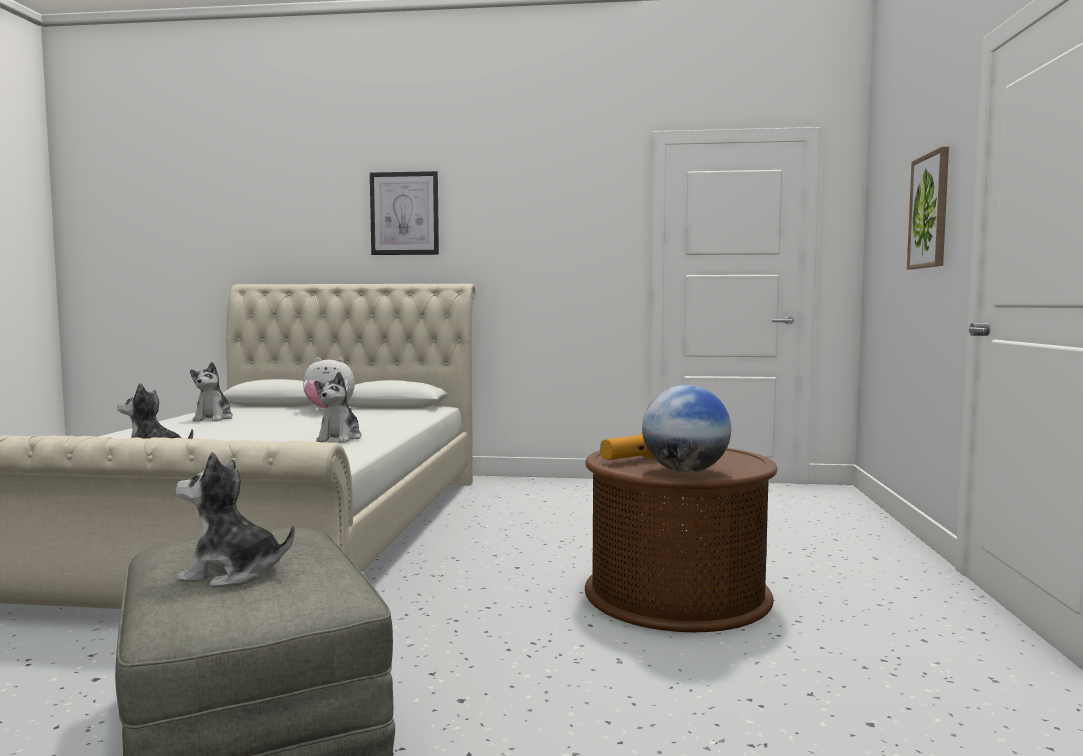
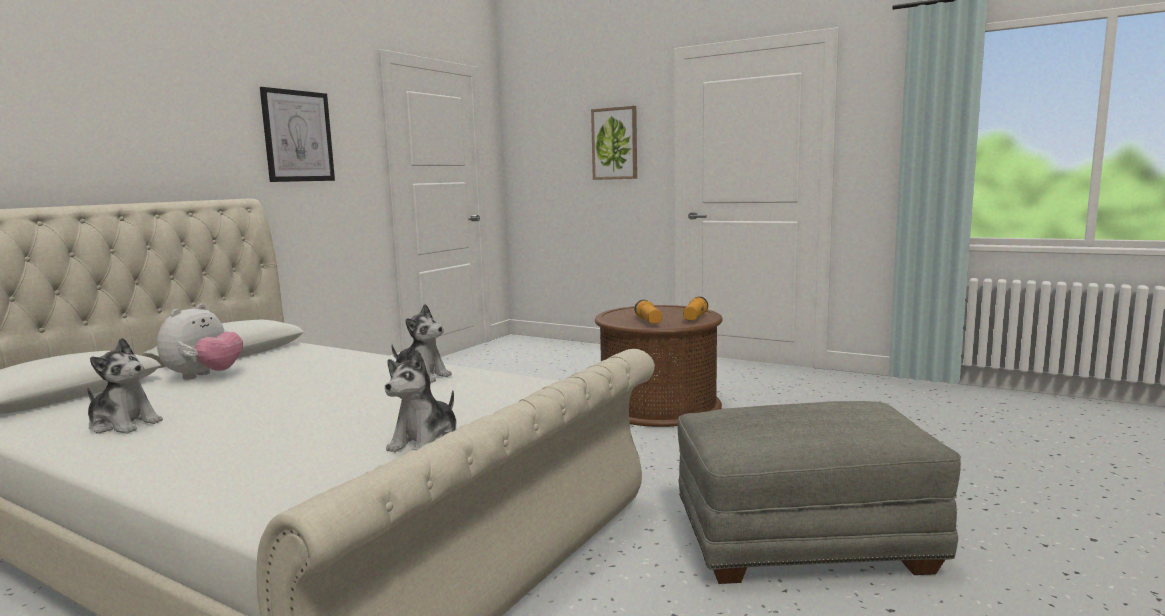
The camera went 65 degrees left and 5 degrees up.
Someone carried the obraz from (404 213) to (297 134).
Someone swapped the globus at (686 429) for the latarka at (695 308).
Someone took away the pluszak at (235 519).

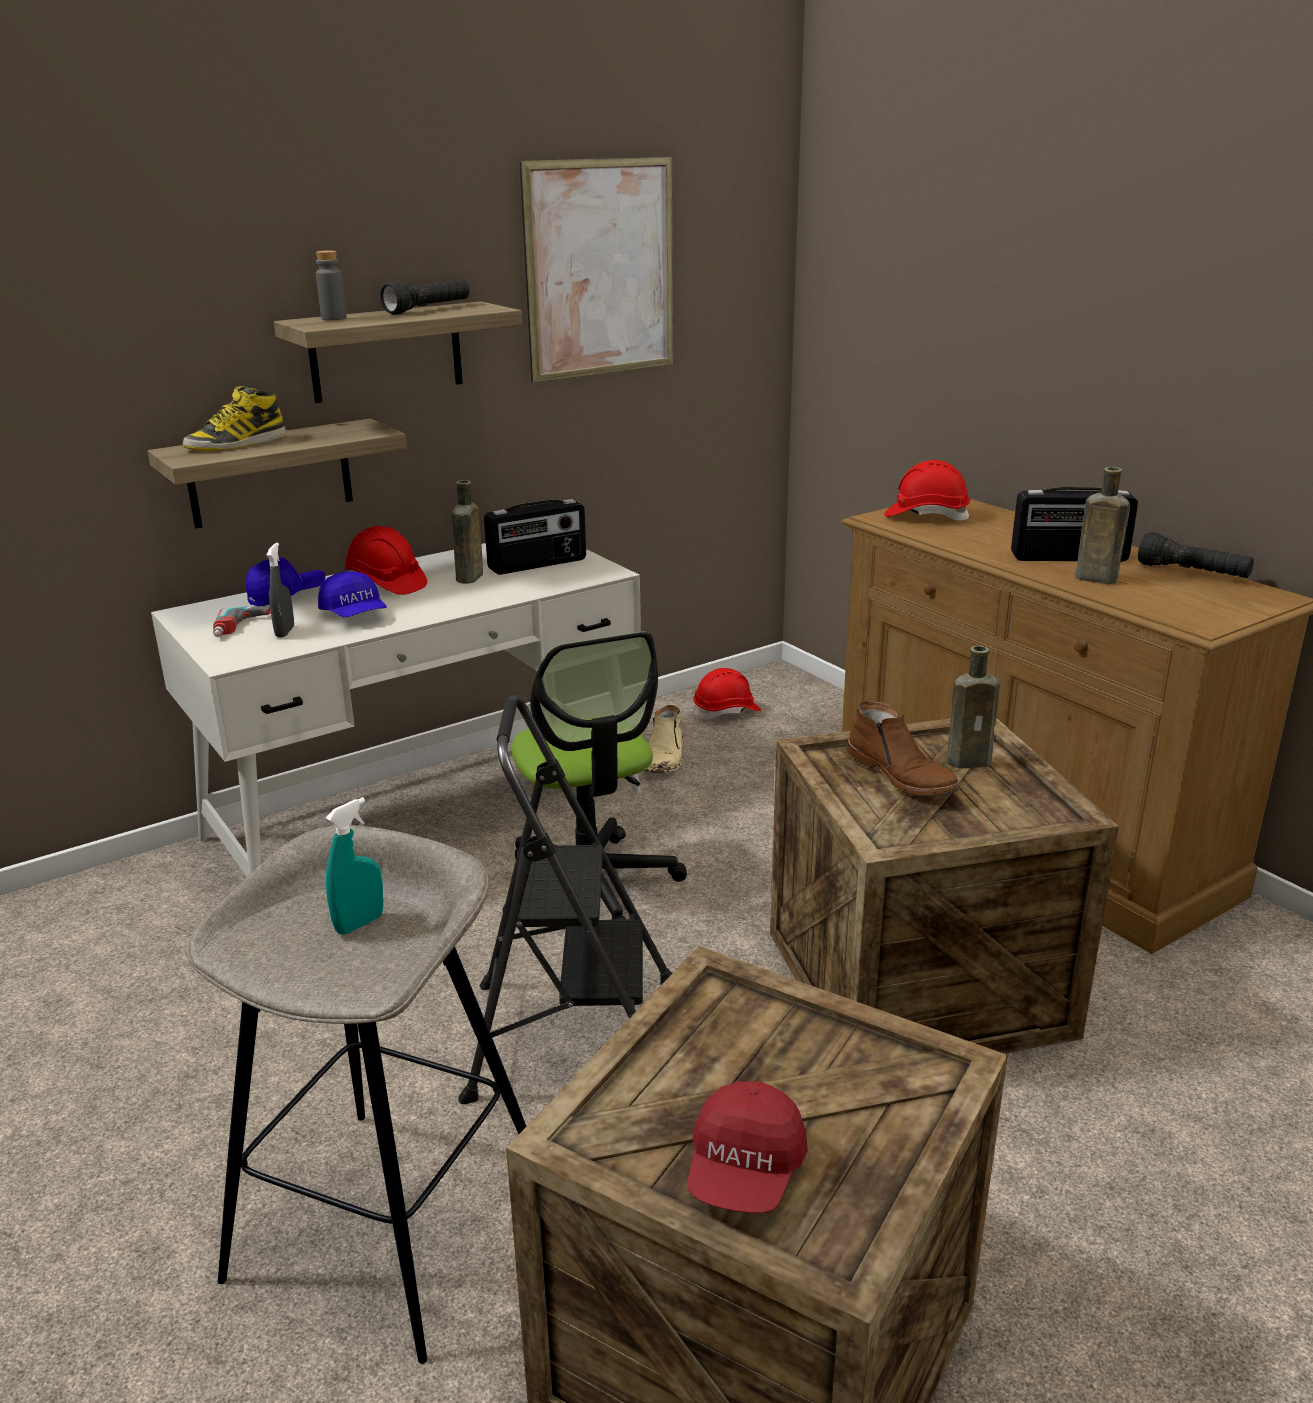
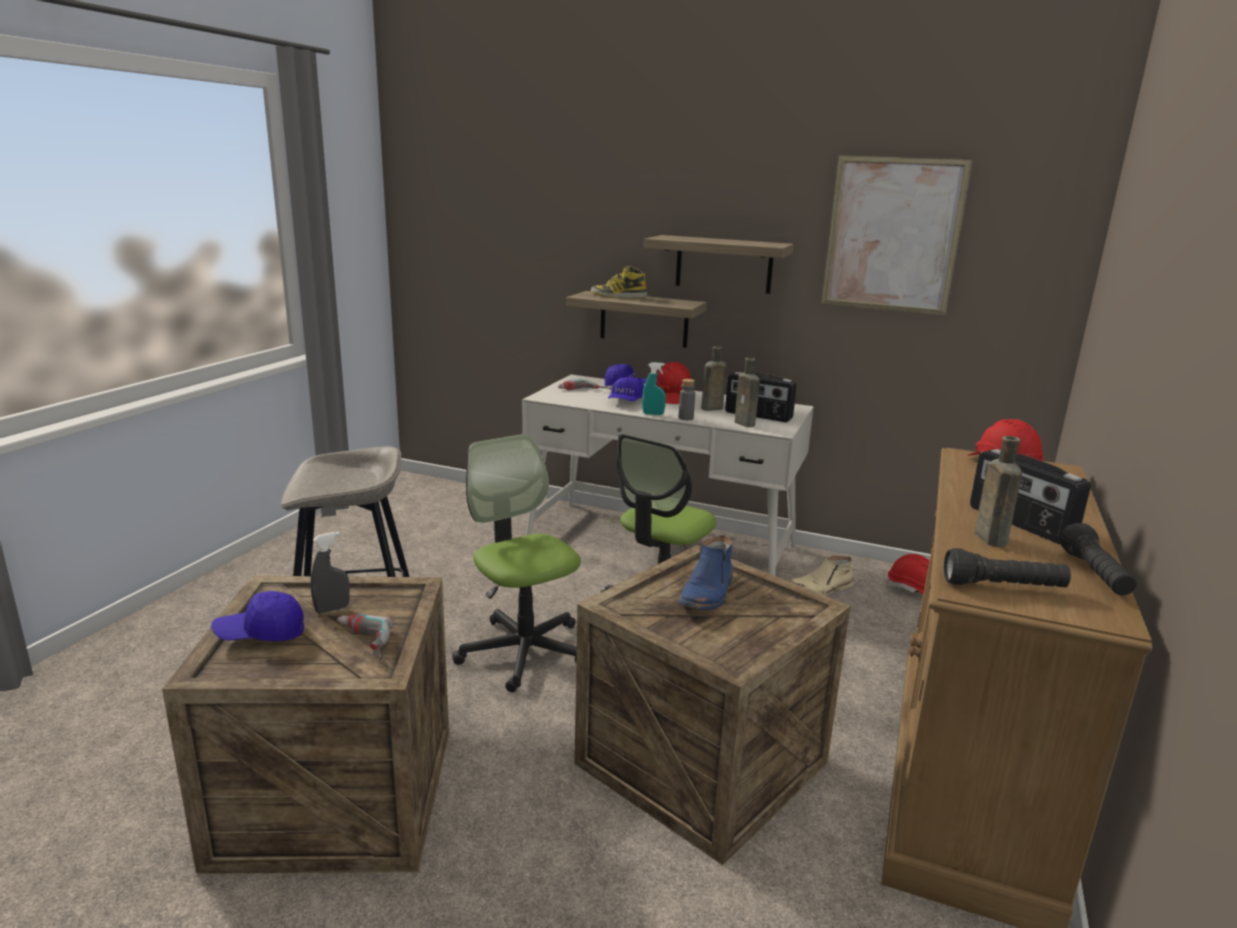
The camera went 55 degrees right and 5 degrees down.
Someone repainted the czapka z daszkiem (czerwony) at (748 1147), which became the czapka z daszkiem (niebieski) at (257 616).
Someone carried the spryskiwacz (szary) from (280 590) to (330 572).
Someone put down the wiertarka at (365 637).
Someone swapped the drabinka (czarny) at (565 899) for the krzesło biurowe at (516 563).
Someone carried the spryskiwacz (turkusowy) from (354 866) to (654 388).
Someone repainted the but z cholewką (brązowy) at (903 748), which became the but z cholewką (niebieski) at (705 572).
Someone carried the butelka (szary) from (331 285) to (687 399).
Someone carried the butelka (brązowy) from (973 707) to (747 392).
Someone carried the latarka (czarny) from (425 297) to (1007 567).

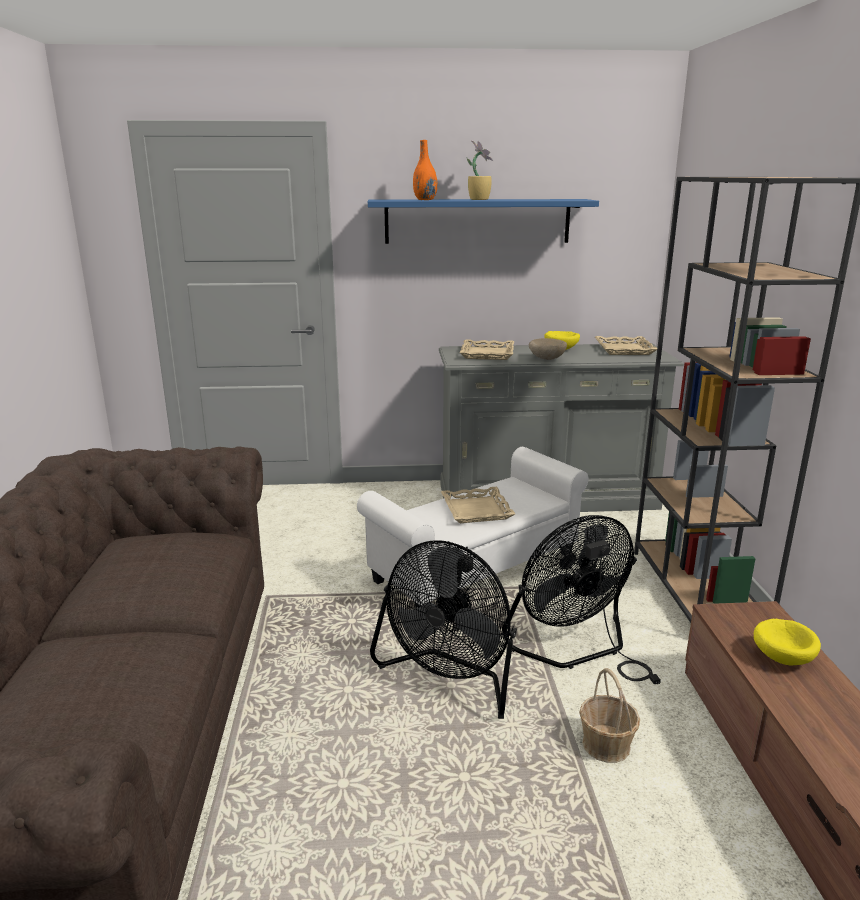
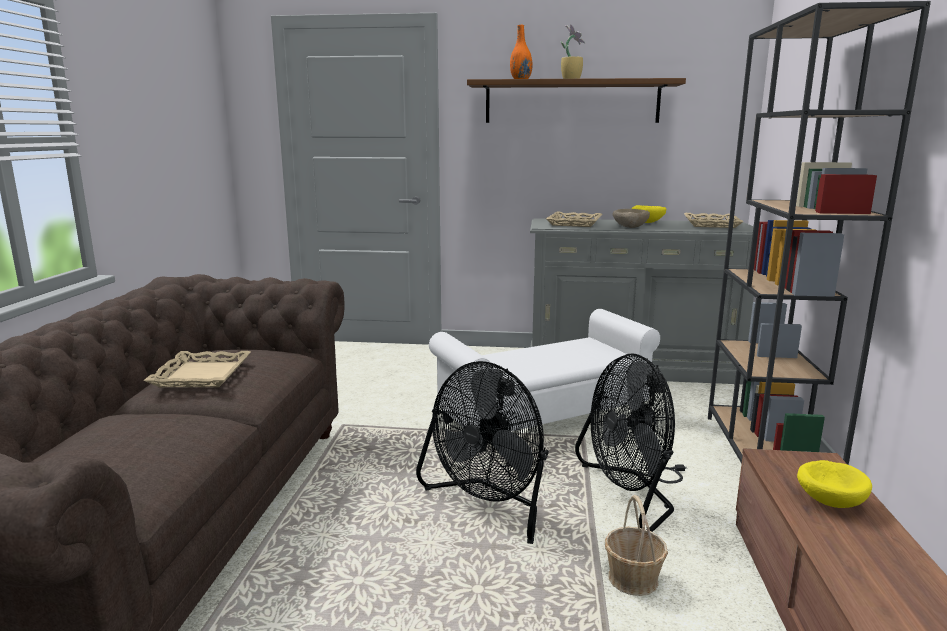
The camera went 10 degrees right and 5 degrees down.
Someone carried the taca (beżowy) from (478 505) to (197 369).
Someone repainted the półka (niebieski) at (483 221), which became the półka (brązowy) at (576 100).
Someone rotated the wentylator (czarny) at (582 600) by 90 degrees counterclockwise.

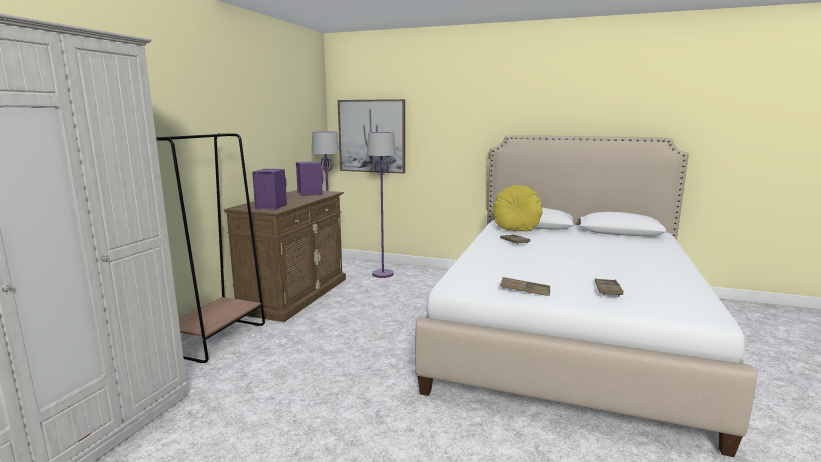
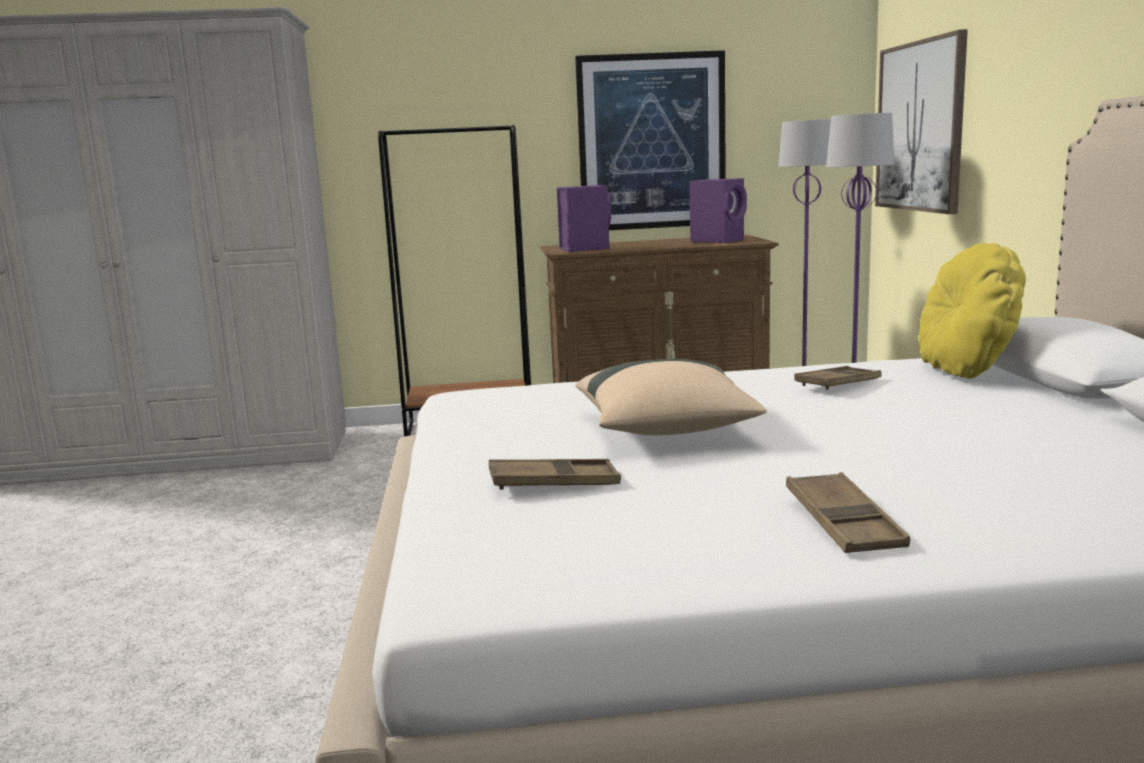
The camera went 65 degrees right and 0 degrees up.
Someone put up the obraz at (650 140).
Someone put down the poduszka (beżowy) at (671 397).
Someone carried the taca (brązowy) from (525 286) to (848 512).

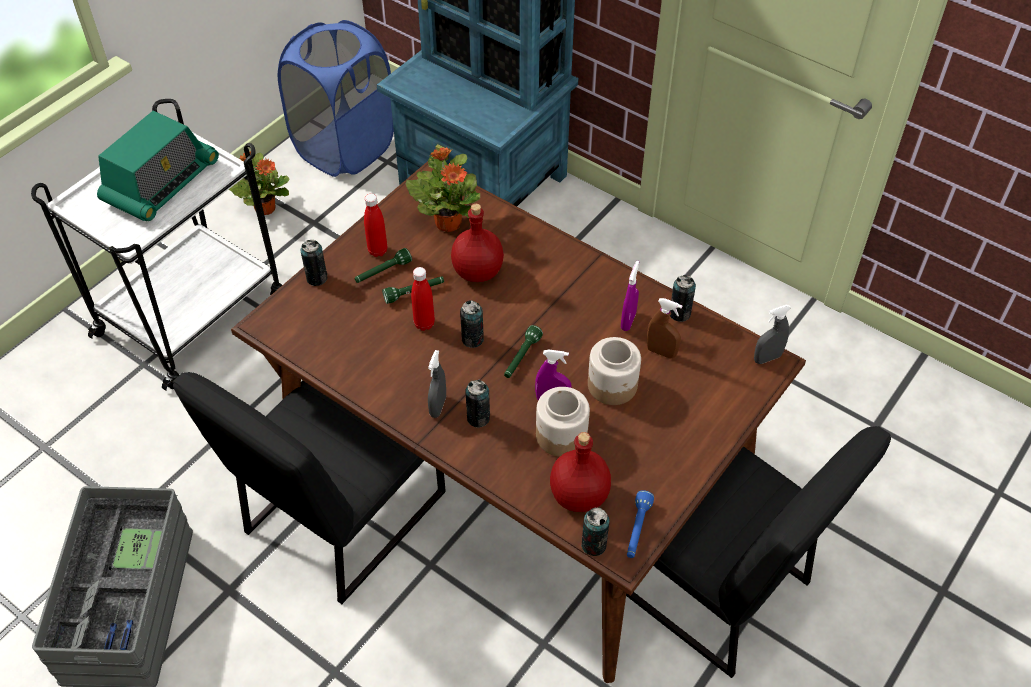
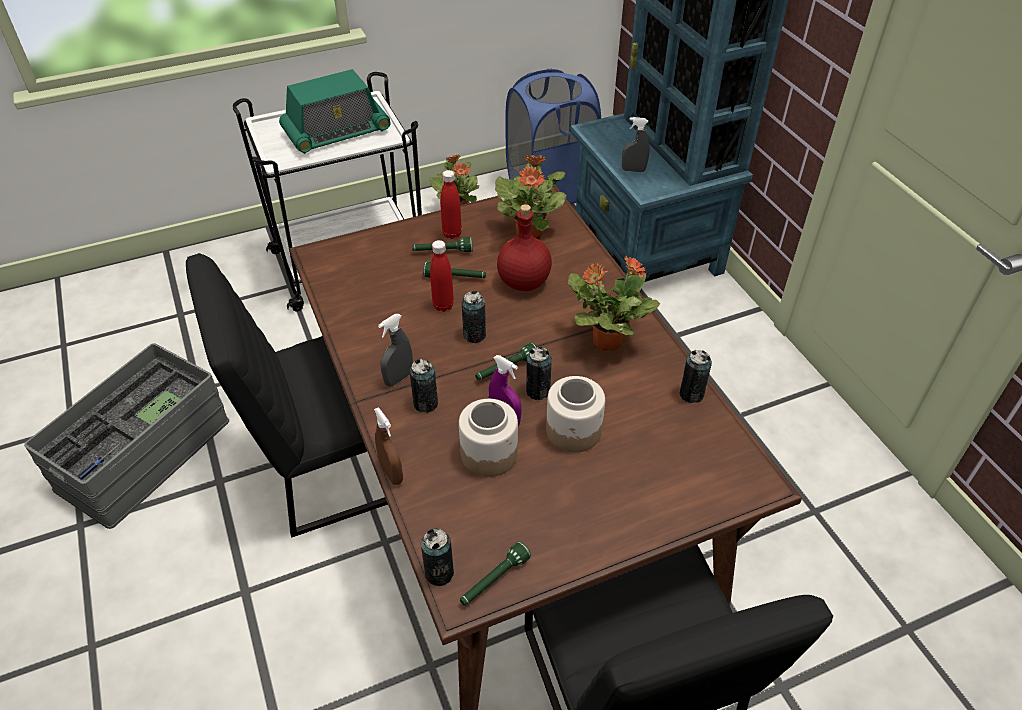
The camera went 30 degrees right and 5 degrees down.
Someone carried the spryskiwacz (brązowy) from (664 328) to (388 446).
Someone repainted the latarka (niebieski) at (640 524), which became the latarka (zielony) at (495 573).
Someone carried the puszka from (314 263) to (539 373).
Someone put down the roślina doniczkowa at (614 303).
Someone carried the spryskiwacz (szary) from (772 334) to (636 144).
Someone took away the butelka (czerwony) at (580 472).
Someone took away the spryskiwacz (fioletowy) at (630 296).

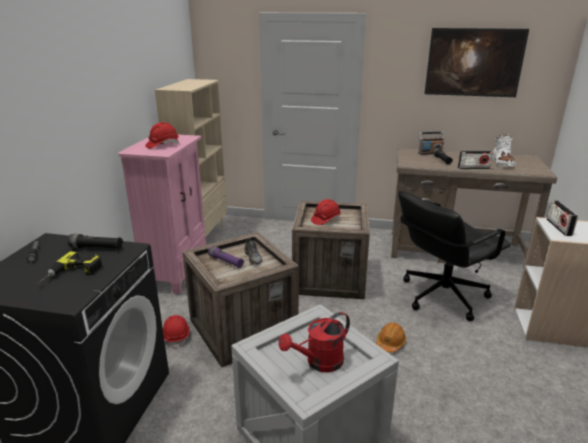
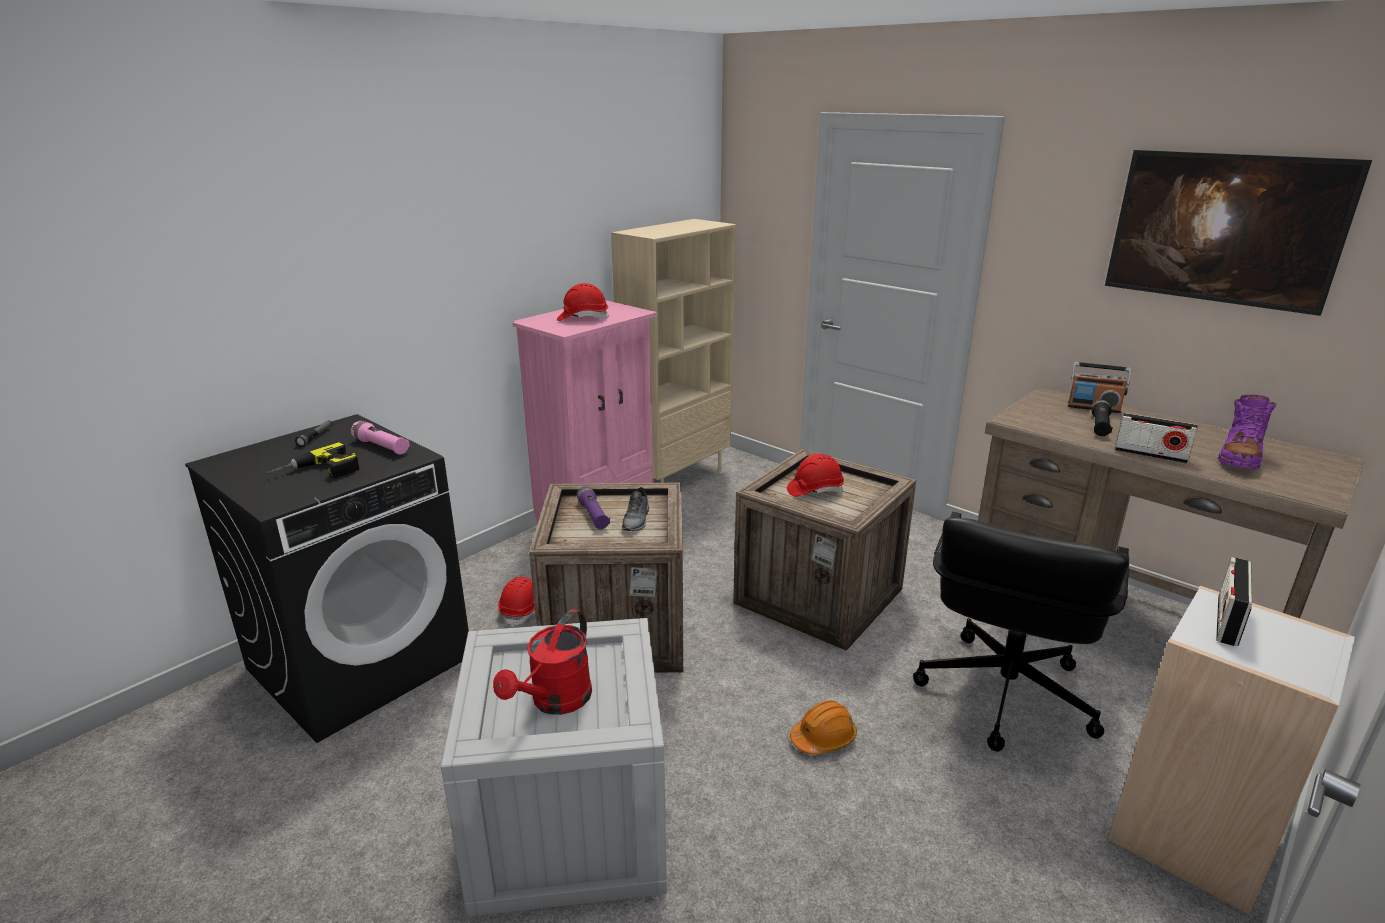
The camera went 30 degrees right and 0 degrees up.
Someone repainted the latarka (czarny) at (95 241), which became the latarka (różowy) at (380 437).
Someone rotated the konewka (czerwony) at (314 342) by 60 degrees counterclockwise.
Someone rotated the krzesło biurowe (czarny) at (454 256) by 60 degrees counterclockwise.
Someone repainted the but z cholewką (biały) at (504 150), which became the but z cholewką (fioletowy) at (1247 432).

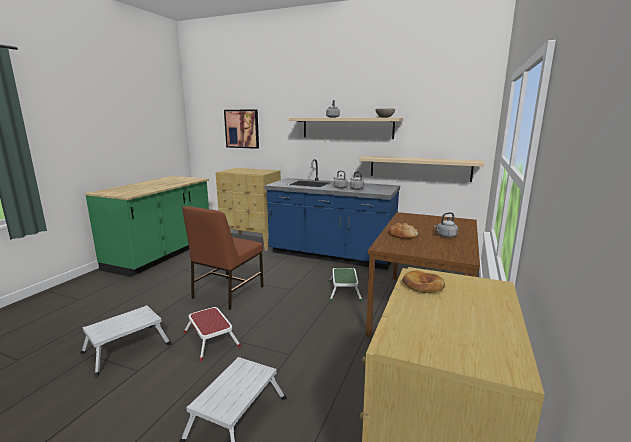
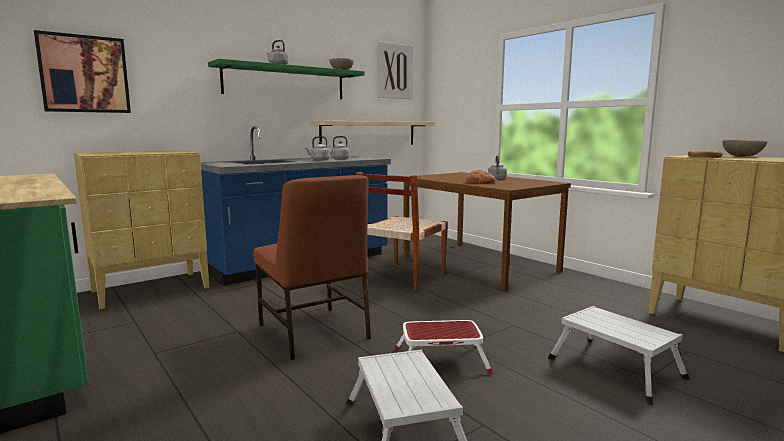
The camera went 60 degrees left and 5 degrees down.
Someone repainted the półka (beżowy) at (346 128), which became the półka (zielony) at (286 79).
Someone swapped the drabinka (zielony) at (346 285) for the krzesło at (402 231).
Someone put up the obraz at (395 70).
Someone put down the miska (beżowy) at (744 148).

